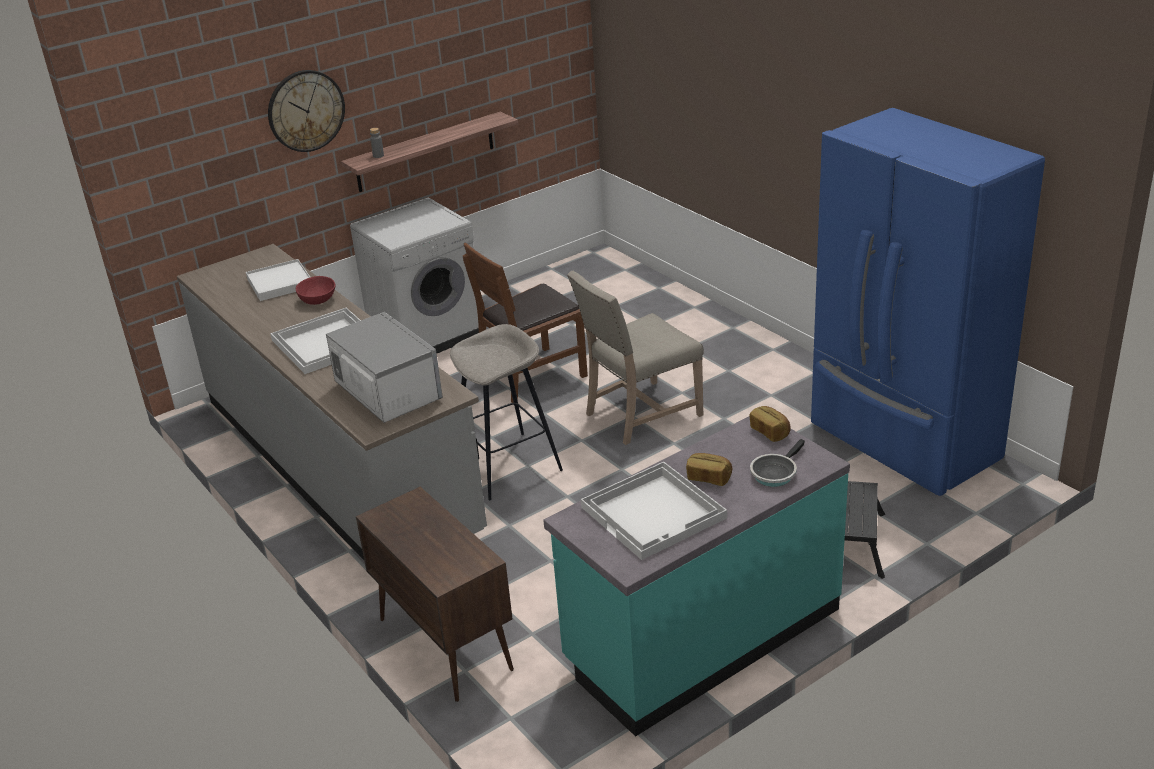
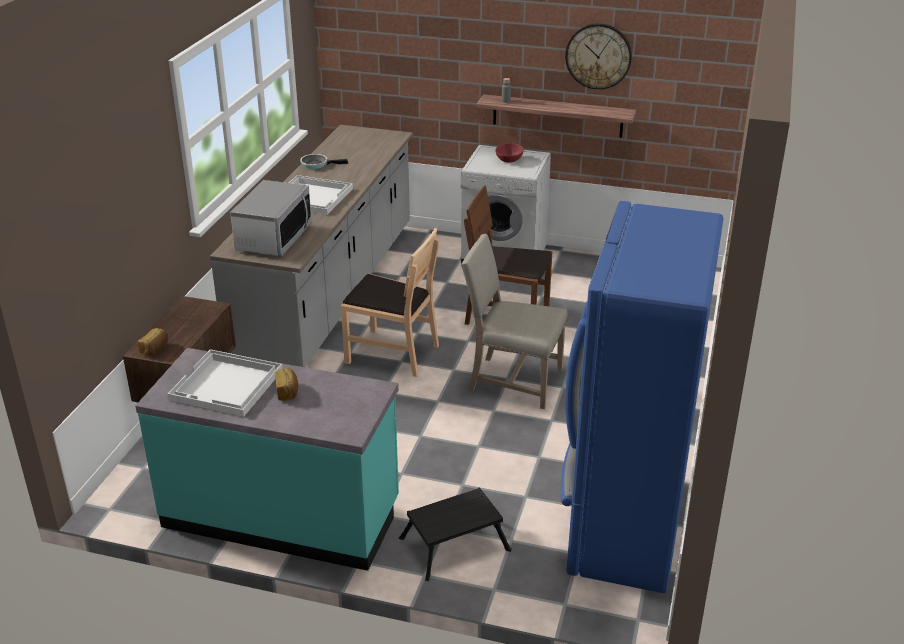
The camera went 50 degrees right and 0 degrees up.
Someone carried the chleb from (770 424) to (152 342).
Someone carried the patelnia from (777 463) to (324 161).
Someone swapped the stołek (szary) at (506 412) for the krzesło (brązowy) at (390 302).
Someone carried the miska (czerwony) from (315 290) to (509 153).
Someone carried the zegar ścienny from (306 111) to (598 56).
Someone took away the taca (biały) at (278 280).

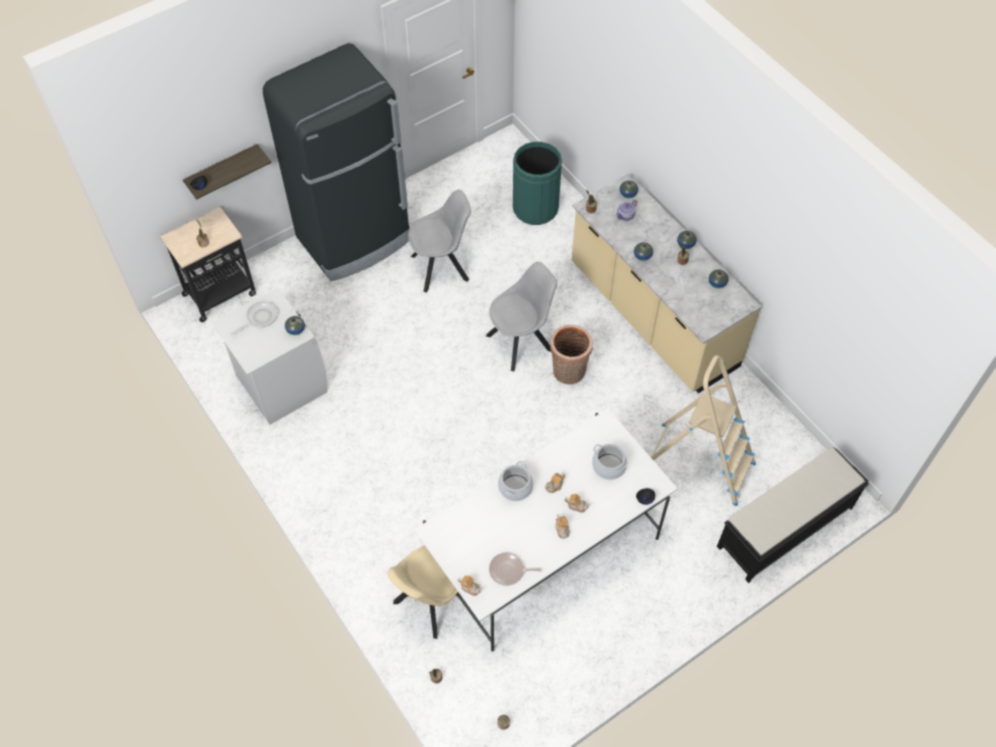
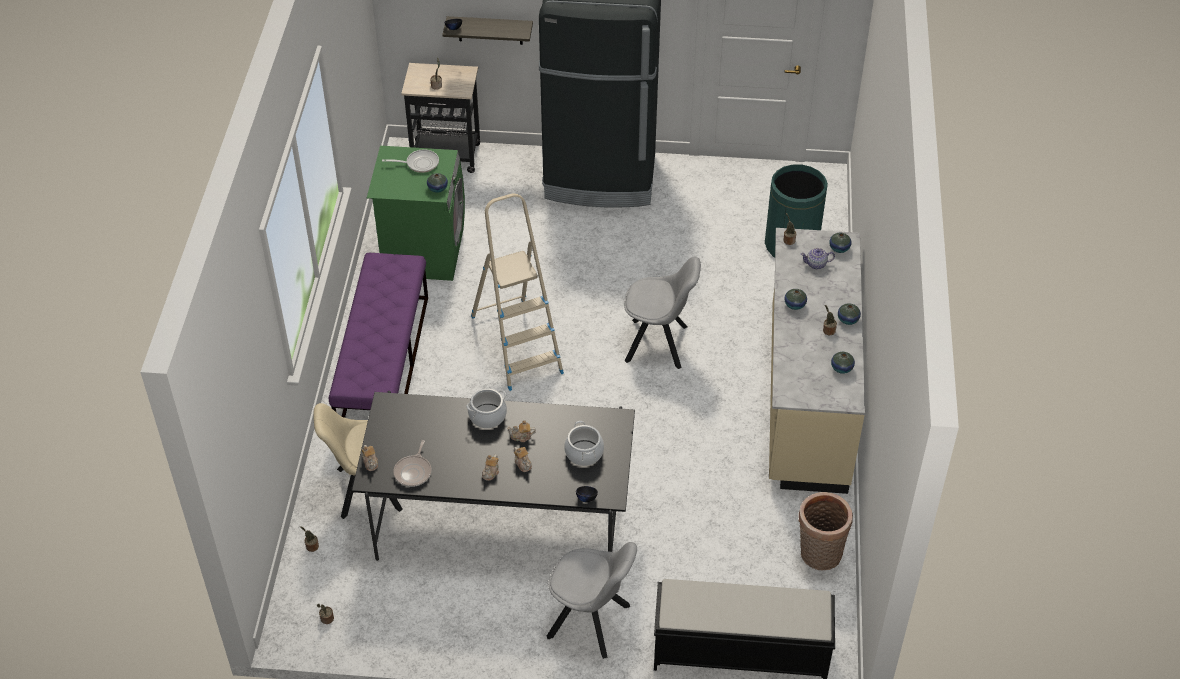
The camera went 40 degrees right and 10 degrees down.
Someone put down the ławka (fioletowy) at (378 335).
Someone repainted the stół jadalny (biały) at (546 530), which became the stół jadalny (czarny) at (493 476).
Someone repainted the pralka (biały) at (270 356), which became the pralka (zielony) at (416 213).
Someone rotated the patelnia at (515 569) by 120 degrees counterclockwise.
Someone carried the drabinka (beżowy) from (703 430) to (517 292).
Someone carried the krzesło (szary) from (439 241) to (592 600).
Someone carried the koszyk from (571 354) to (825 531).

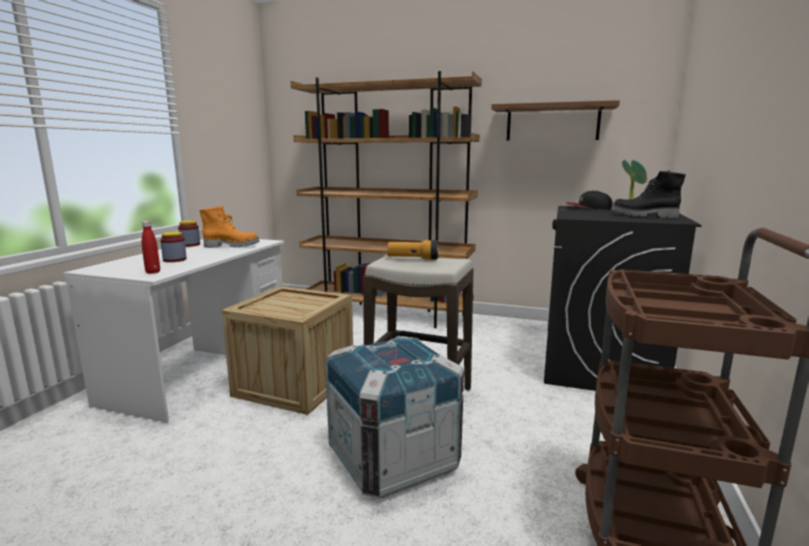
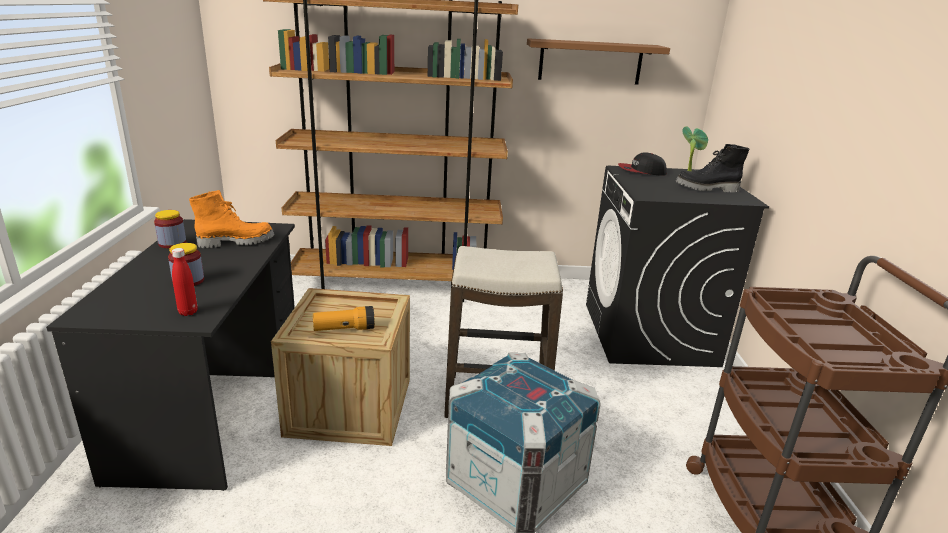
The camera went 20 degrees left and 10 degrees up.
Someone repainted the biurko (biały) at (173 331), which became the biurko (czarny) at (170 355).
Someone carried the latarka from (413 250) to (344 318).

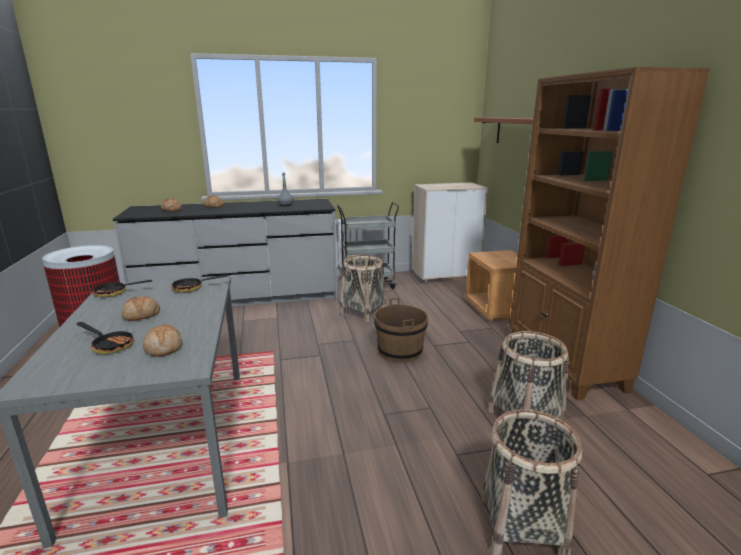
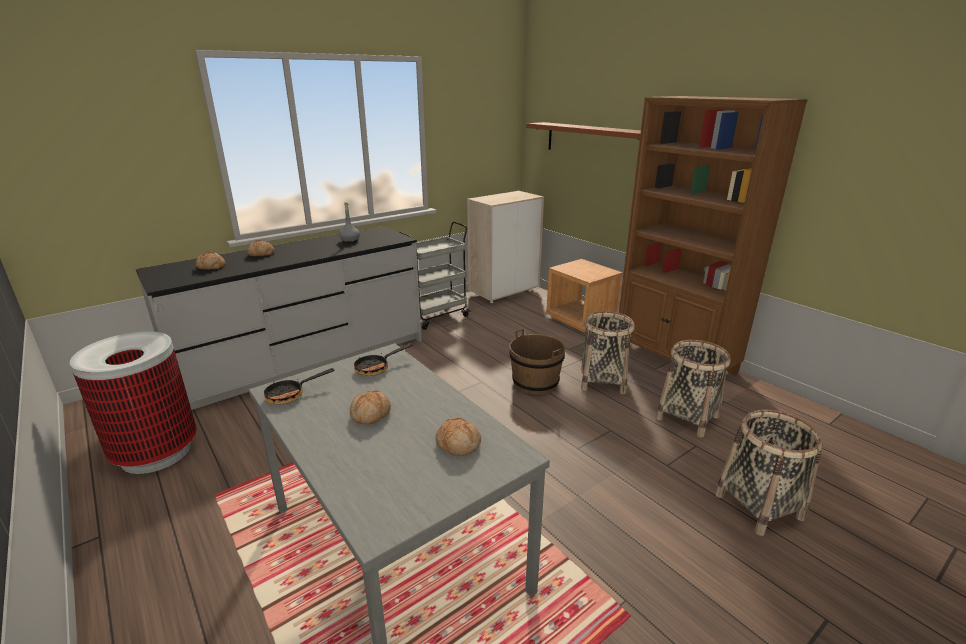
The camera went 25 degrees left and 5 degrees up.
Someone carried the koszyk from (363 288) to (608 352).
Someone took away the patelnia at (105 338).

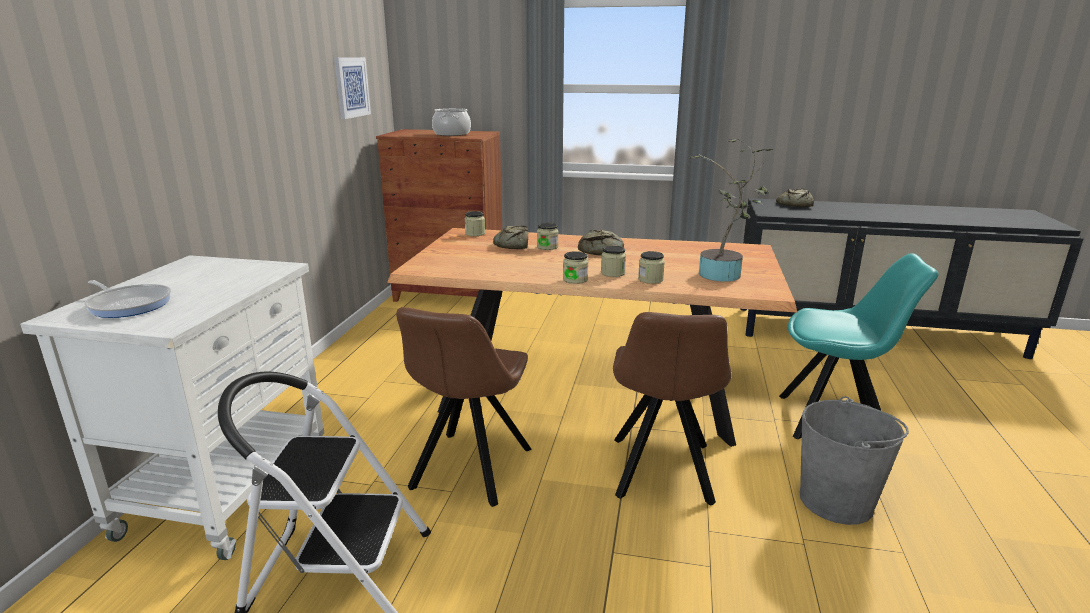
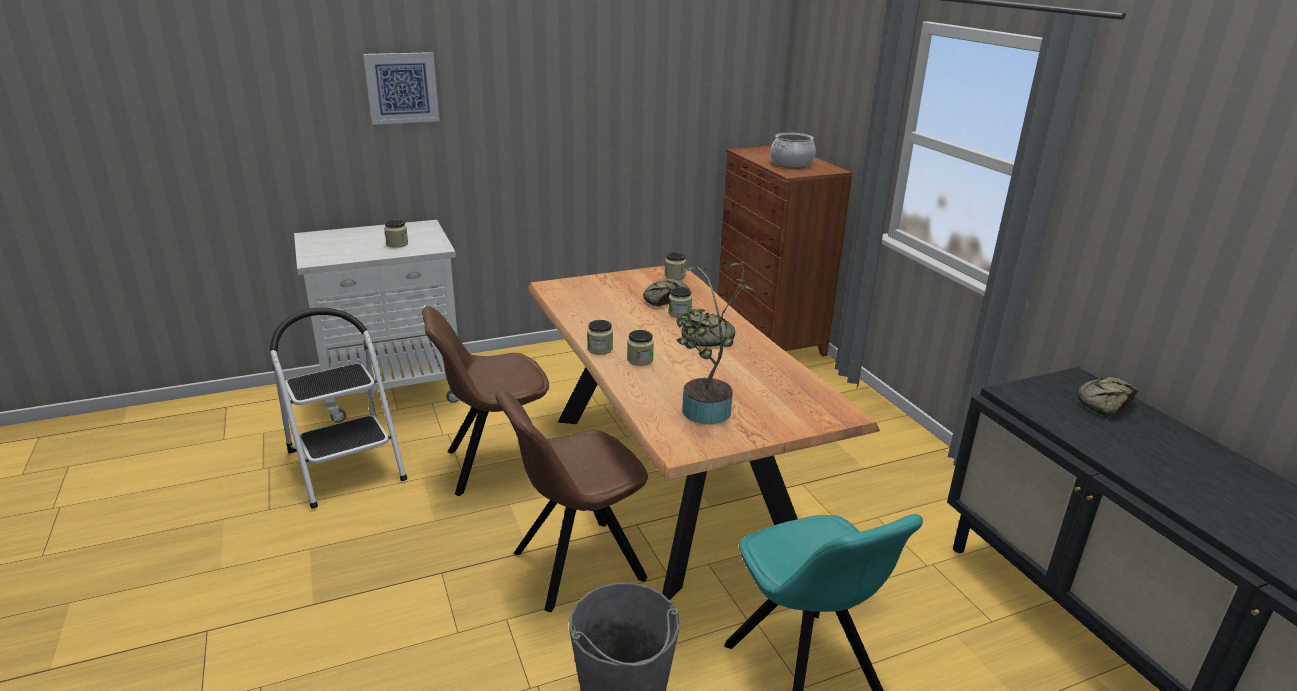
The camera went 55 degrees right and 5 degrees up.
Someone carried the obraz from (352 88) to (401 88).
Someone carried the słoik from (651 267) to (396 234).
Someone took away the patelnia at (127 299).

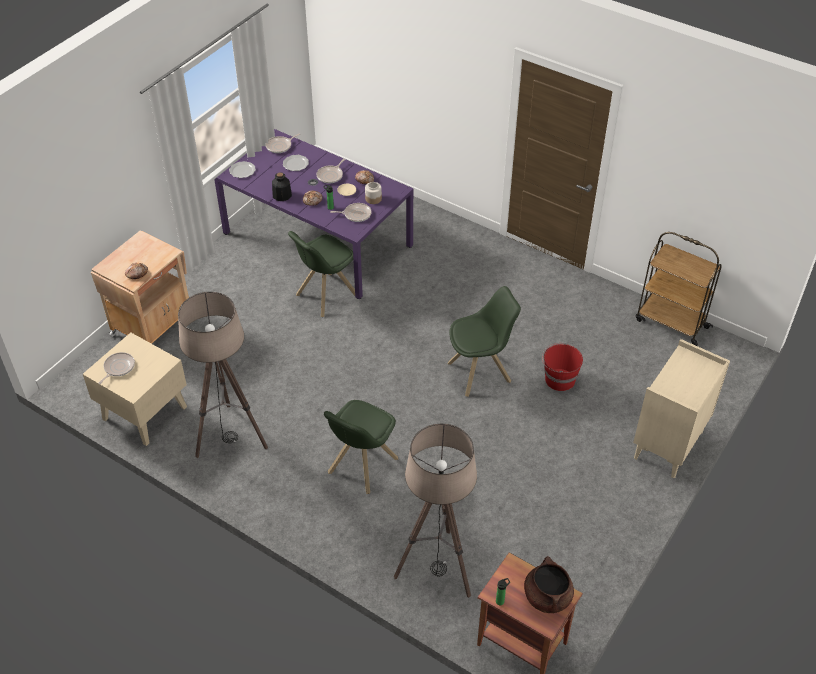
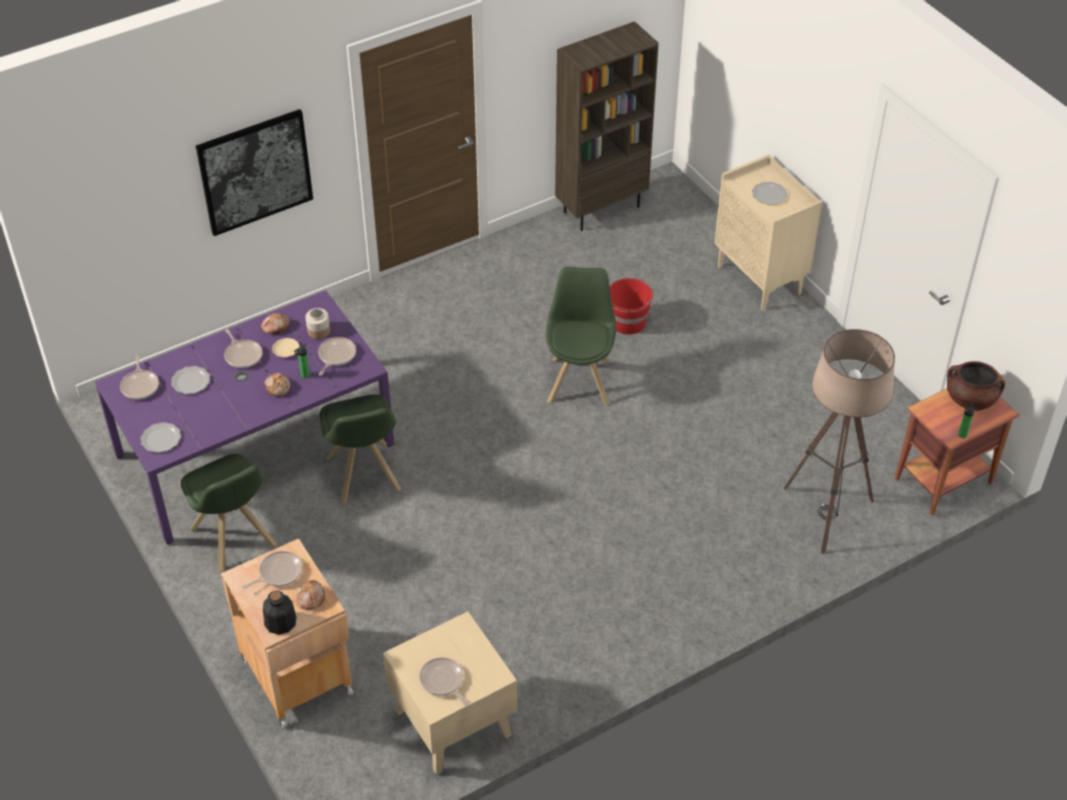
The camera went 65 degrees left and 0 degrees up.
Someone carried the krzesło (zielony) from (361 447) to (229 513).
Someone put up the obraz at (254 172).
Someone put down the patelnia at (272 570).
Someone carried the butelka from (282 186) to (279 613).
Someone swapped the wózek (brązowy) at (679 289) for the regał (brązowy) at (607 126).
Someone put down the talerz at (769 193).
Someone took away the lampa stojąca at (223 375).

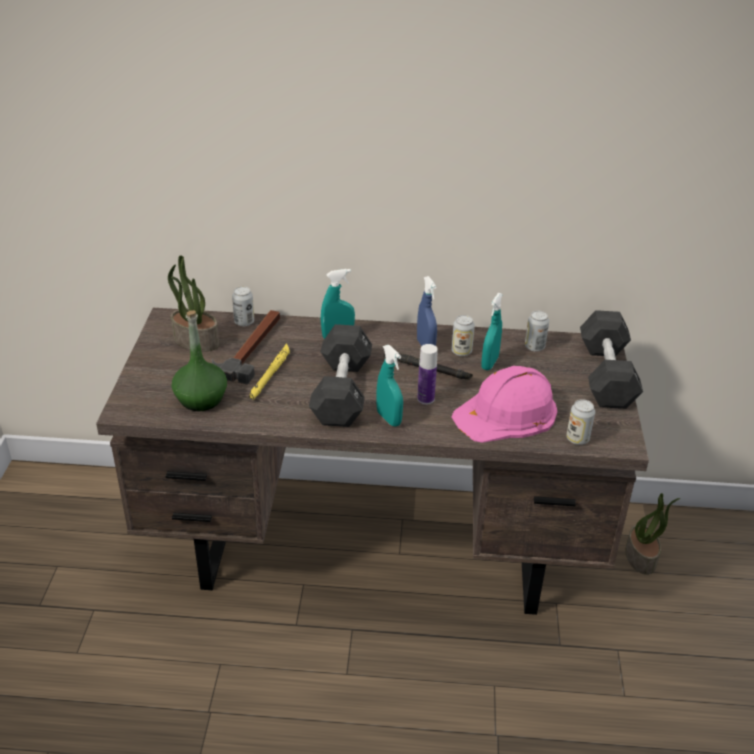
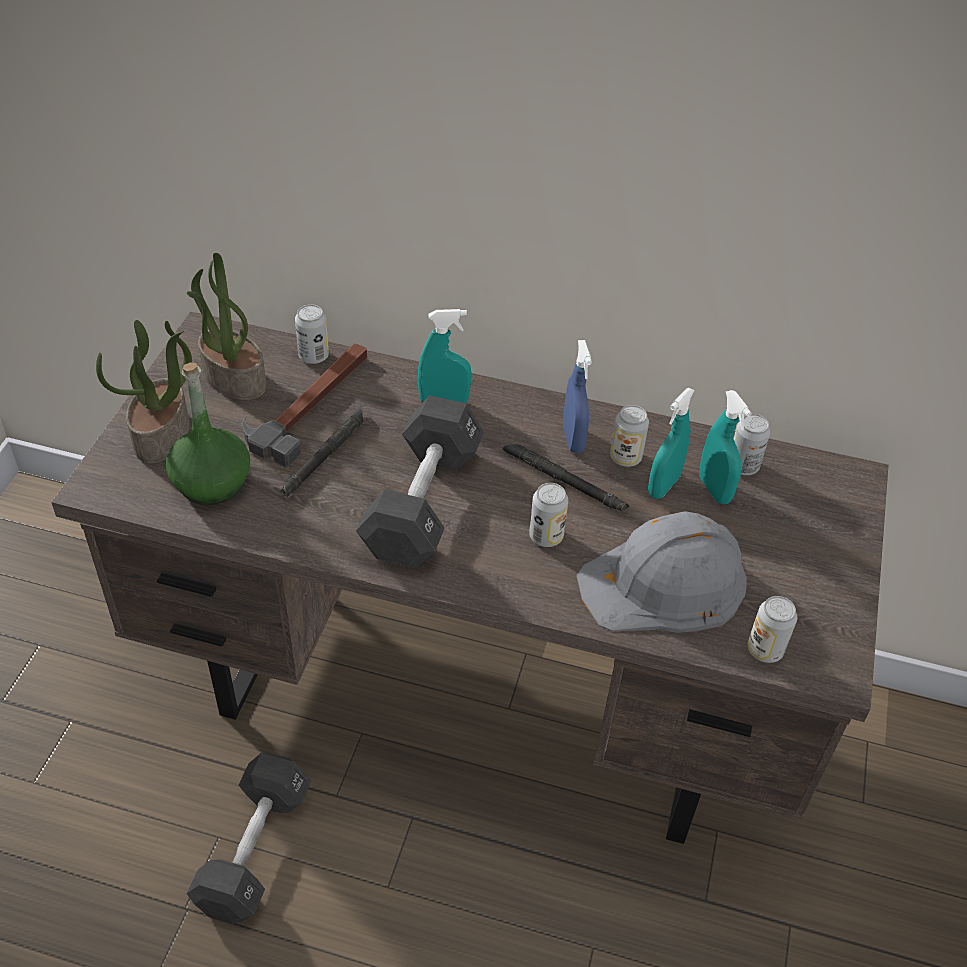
The camera went 10 degrees right and 10 degrees up.
Someone carried the roślina doniczkowa from (652 534) to (144 391).
Someone carried the hantel (czarny) from (611 359) to (249 838).
Someone repainted the latarka (żółty) at (269 371), which became the latarka (czarny) at (322 452).
Someone swapped the butelka at (427 374) for the puszka at (548 515).
Someone repainted the kask (różowy) at (504 404), which became the kask (szary) at (661 572).
Someone carried the spryskiwacz (turkusowy) from (389 385) to (725 447).

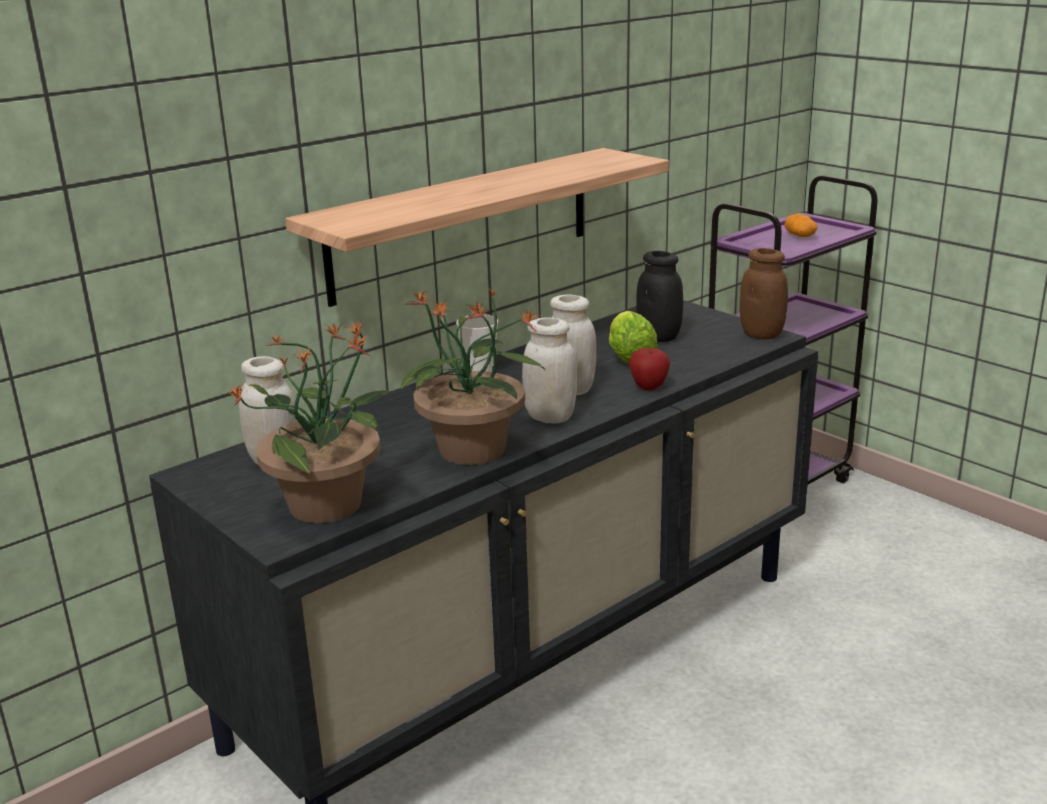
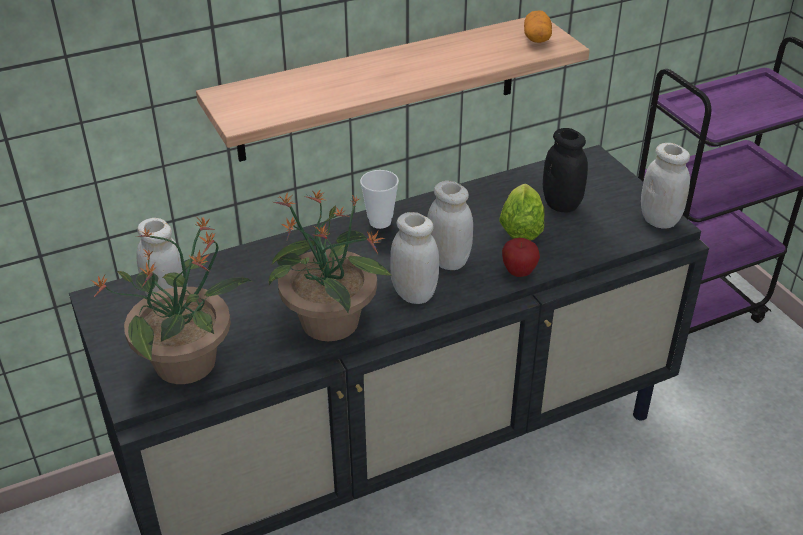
The camera went 15 degrees right and 15 degrees up.
Someone carried the ziemniak from (801 225) to (538 26).
Someone repainted the słoik (brązowy) at (764 293), which became the słoik (biały) at (665 186).

